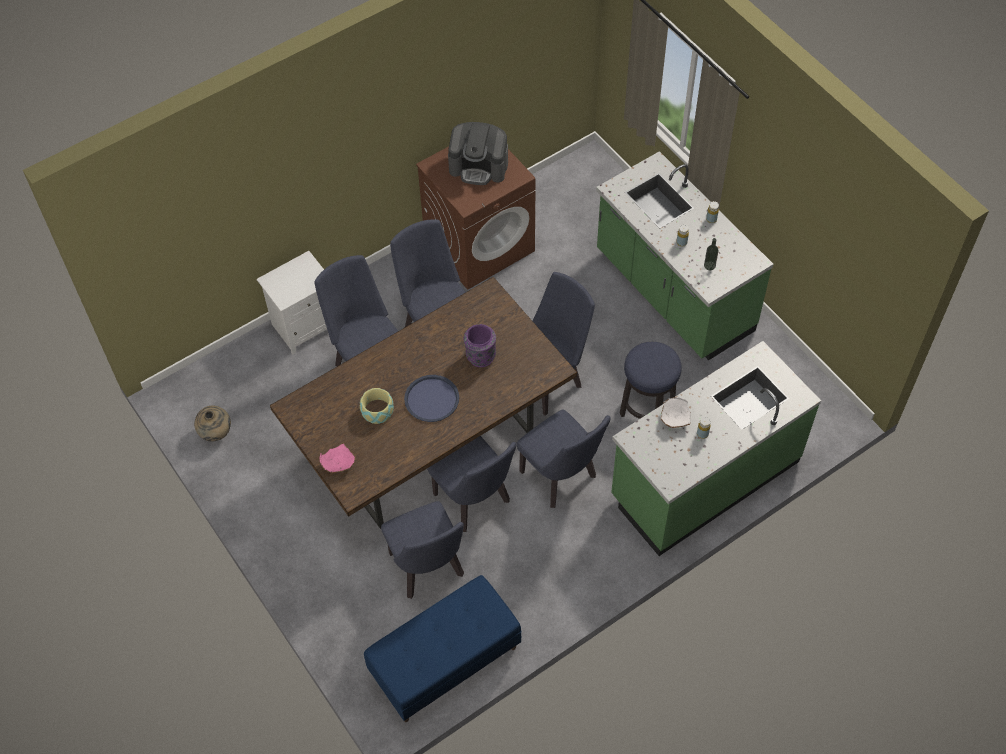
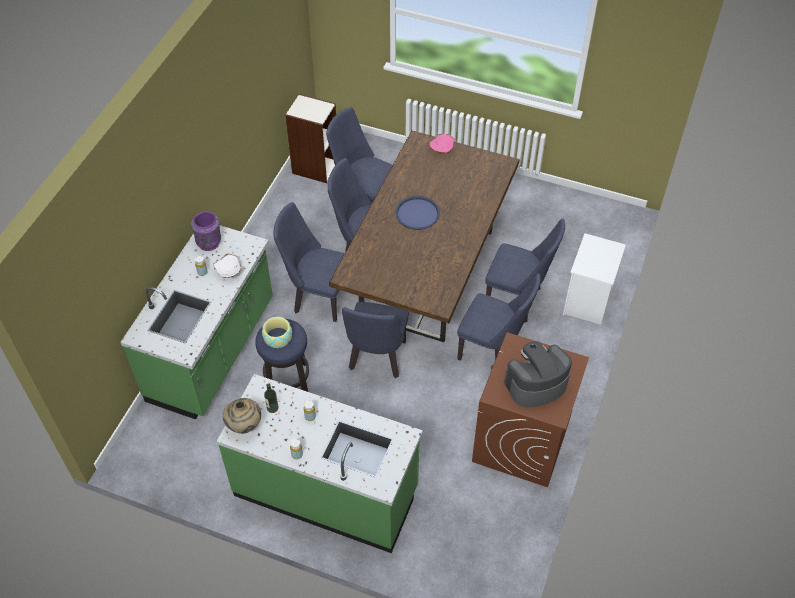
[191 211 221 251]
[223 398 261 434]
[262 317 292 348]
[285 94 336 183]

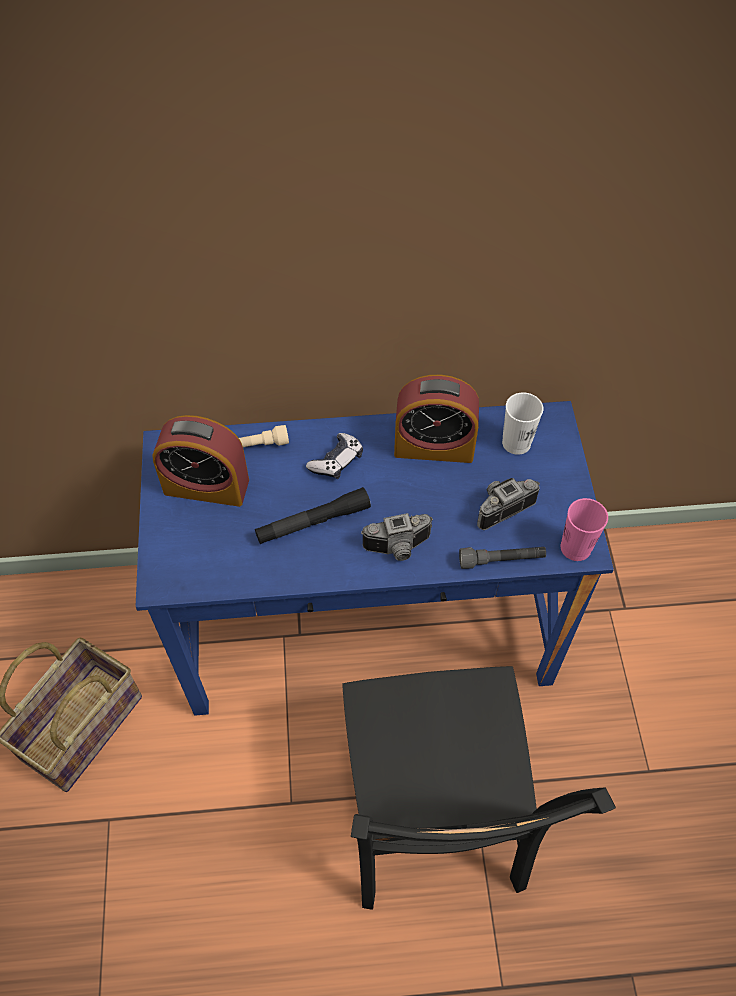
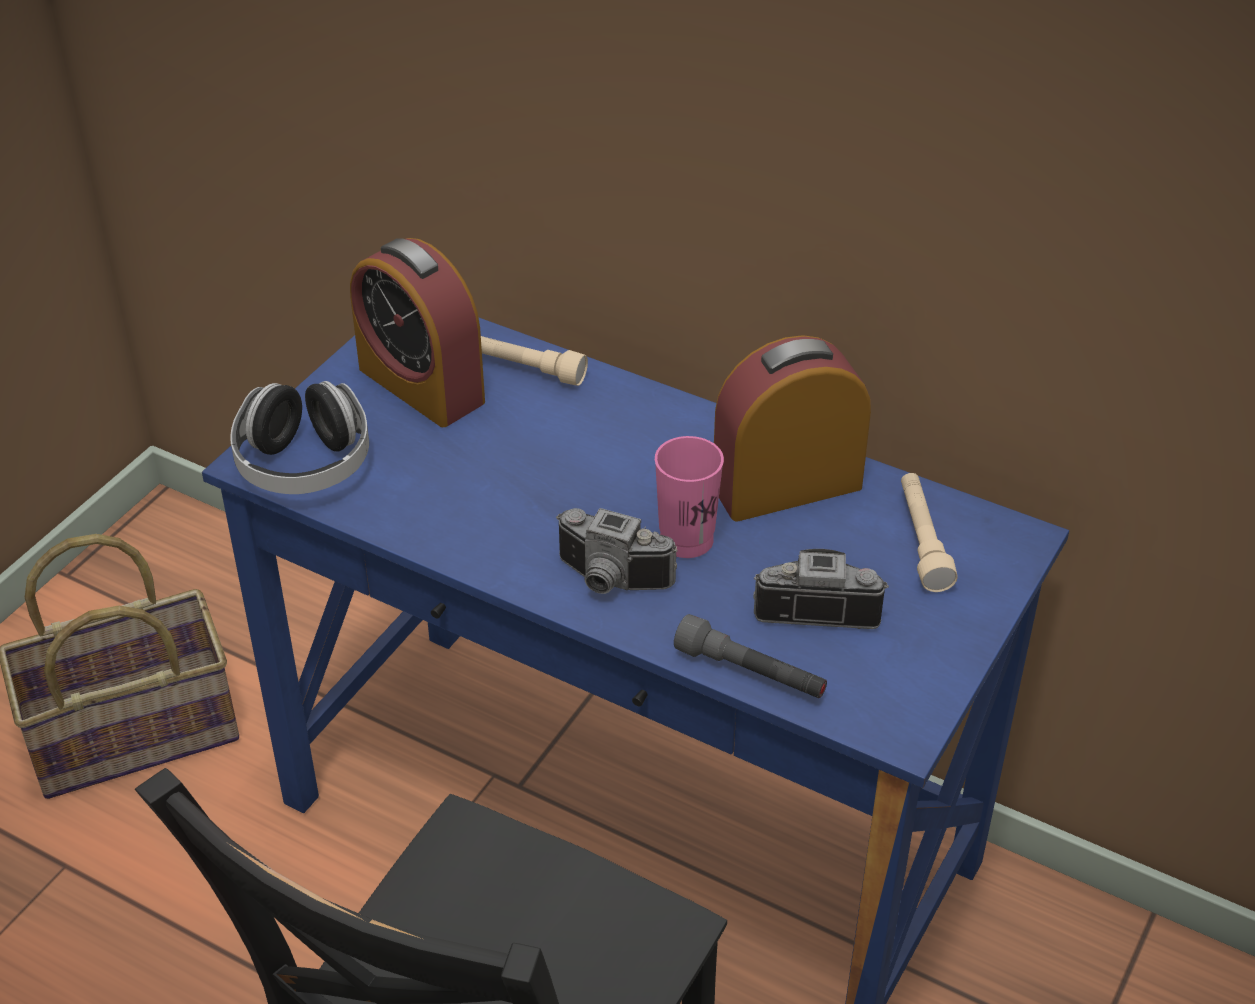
[230 381 369 494]
[655 436 724 558]
[714 335 871 522]
[901 473 958 592]
[255 487 371 544] (first image)
[306 433 363 479] (first image)

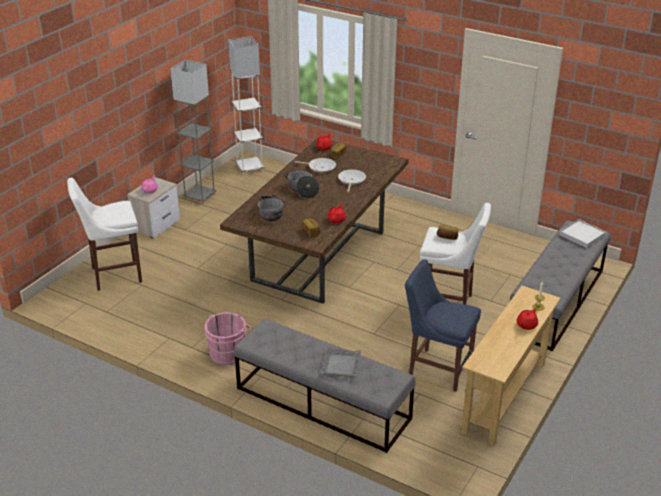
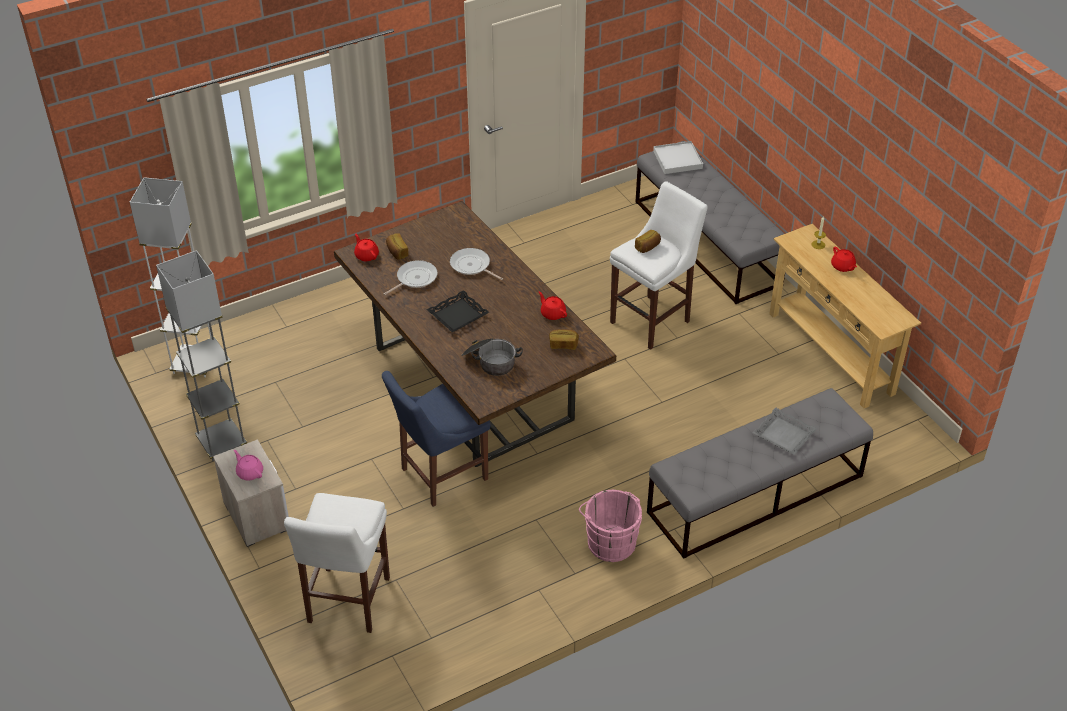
[382 371 491 507]
[427 290 489 332]

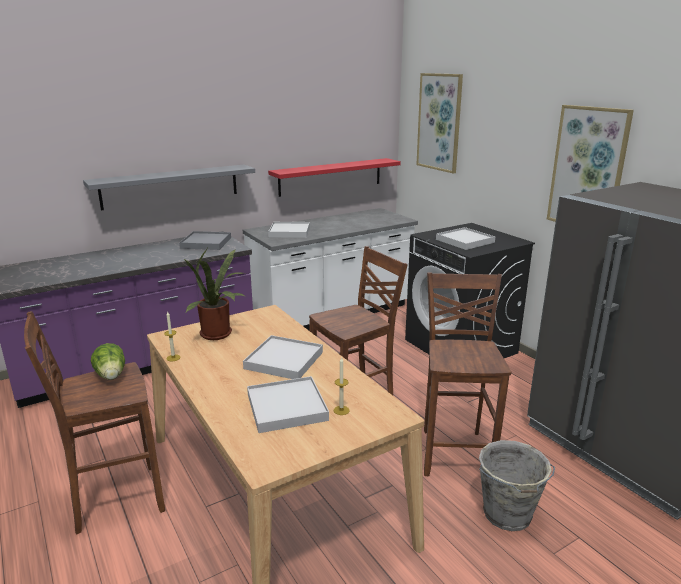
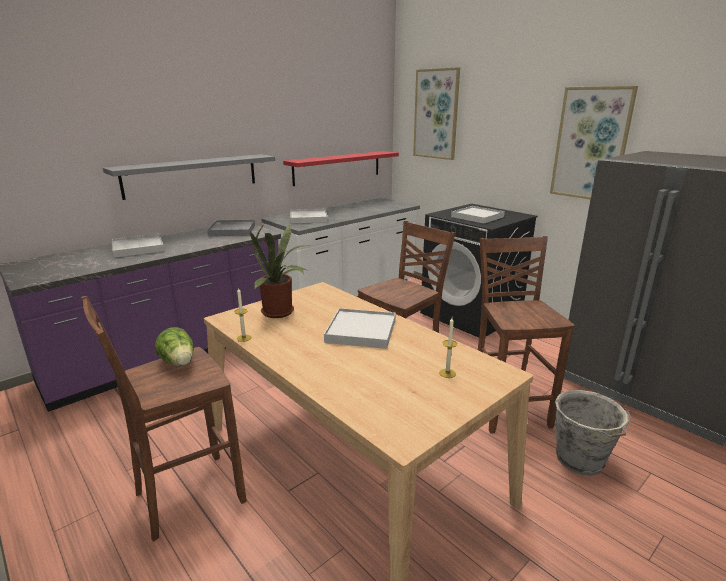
[112 234 164 258]

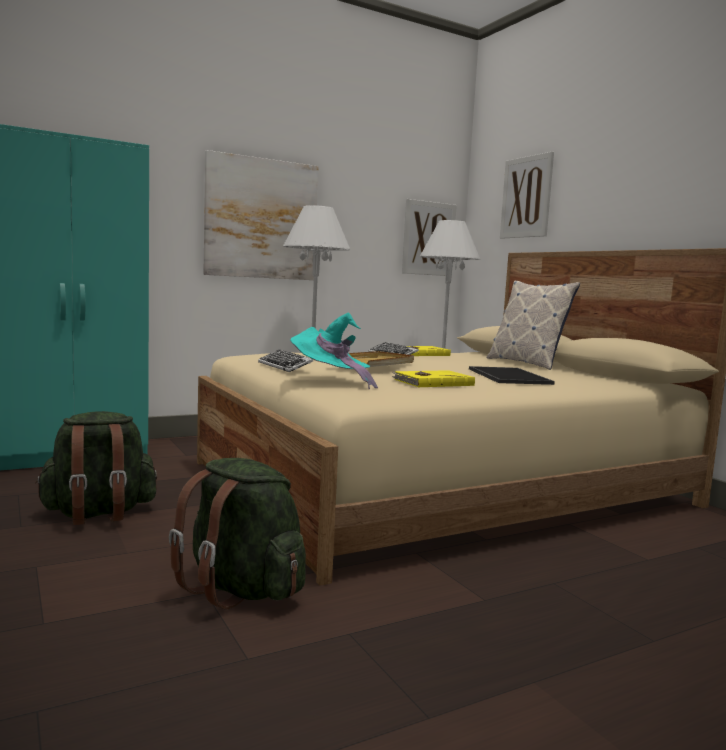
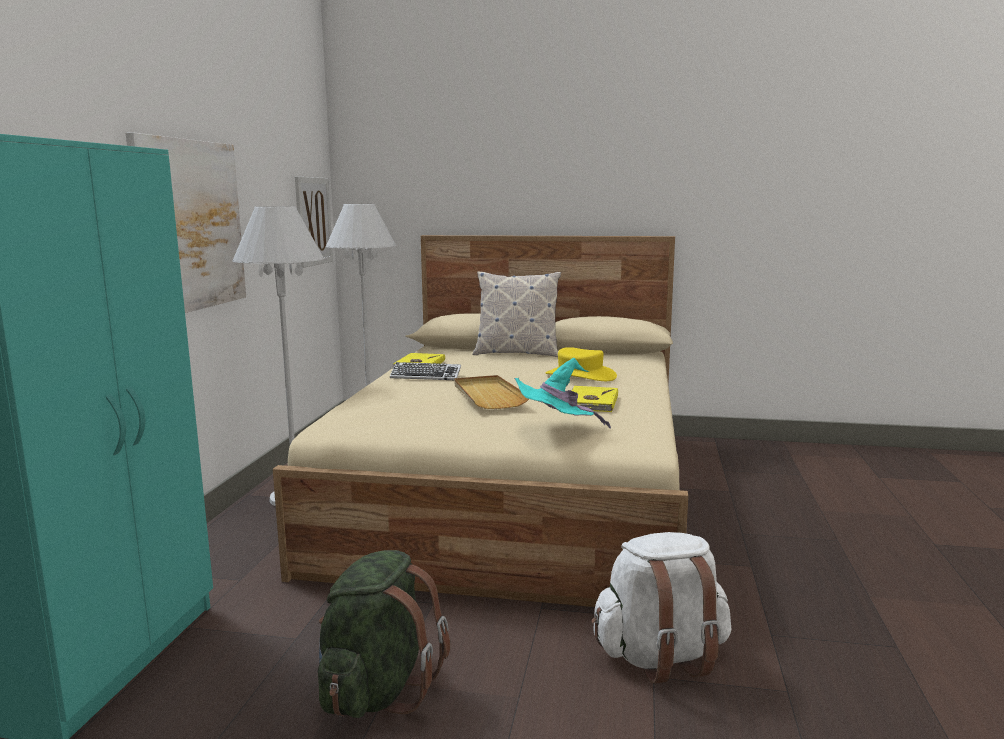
[545 347 617 381]
[591 532 731 684]
[258 350 313 372] (first image)
[500 152 554 239] (first image)

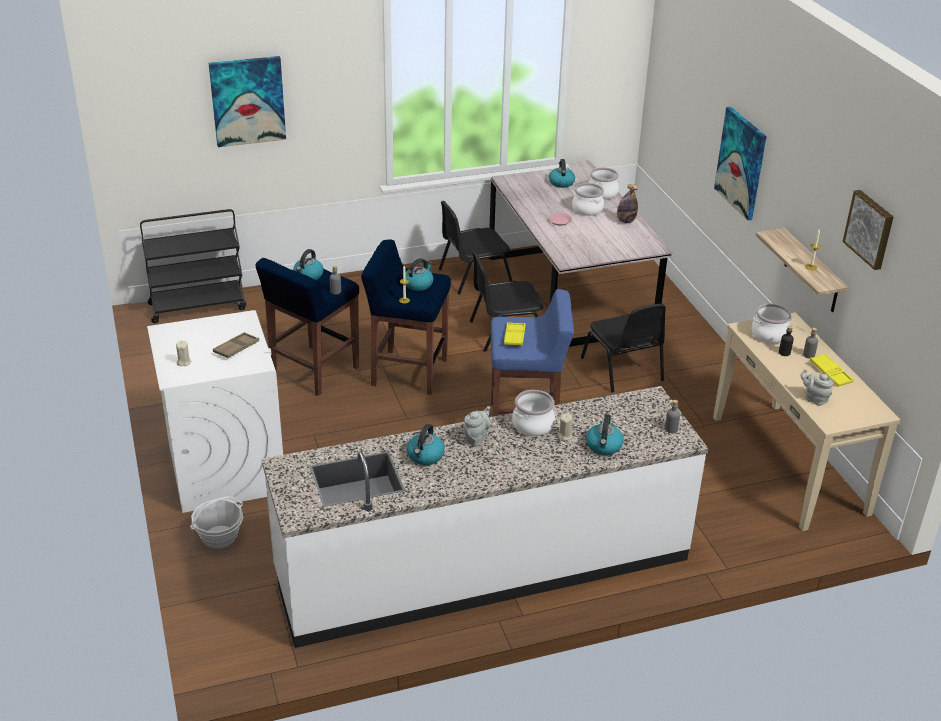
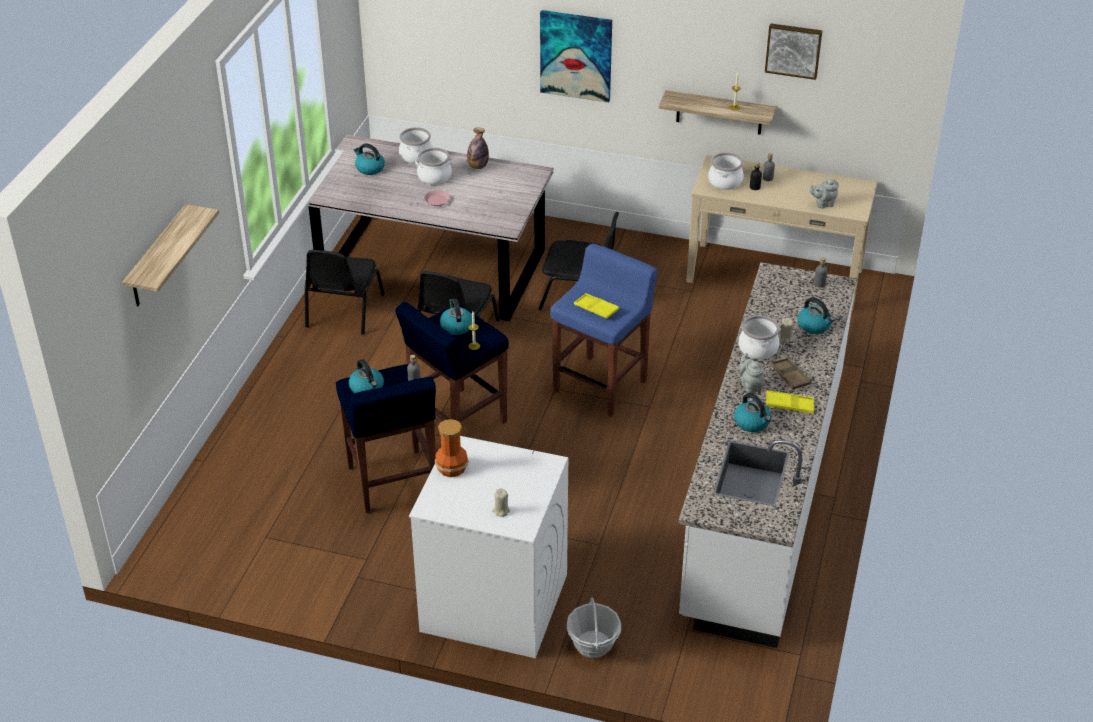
[123 204 219 306]
[435 419 469 477]
[766 390 814 414]
[770 357 811 389]
[140 209 246 323] (first image)

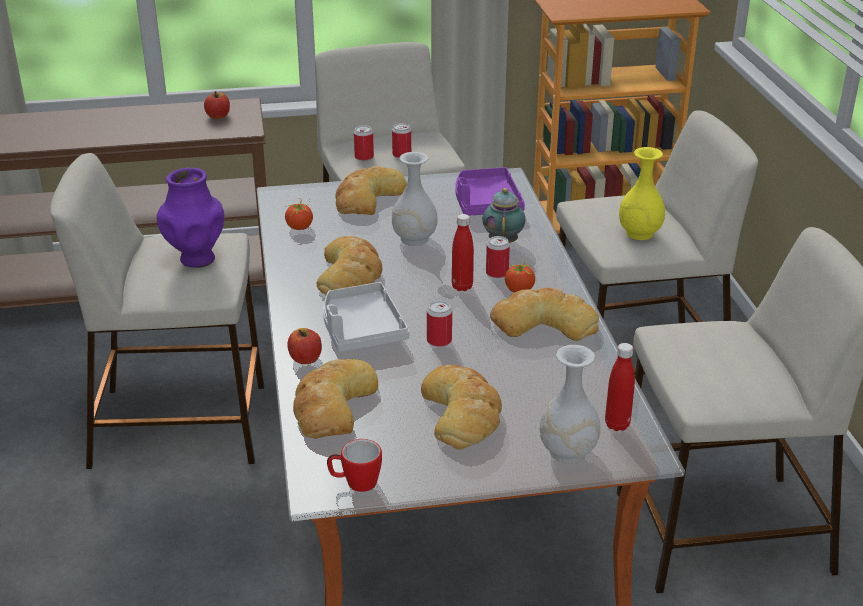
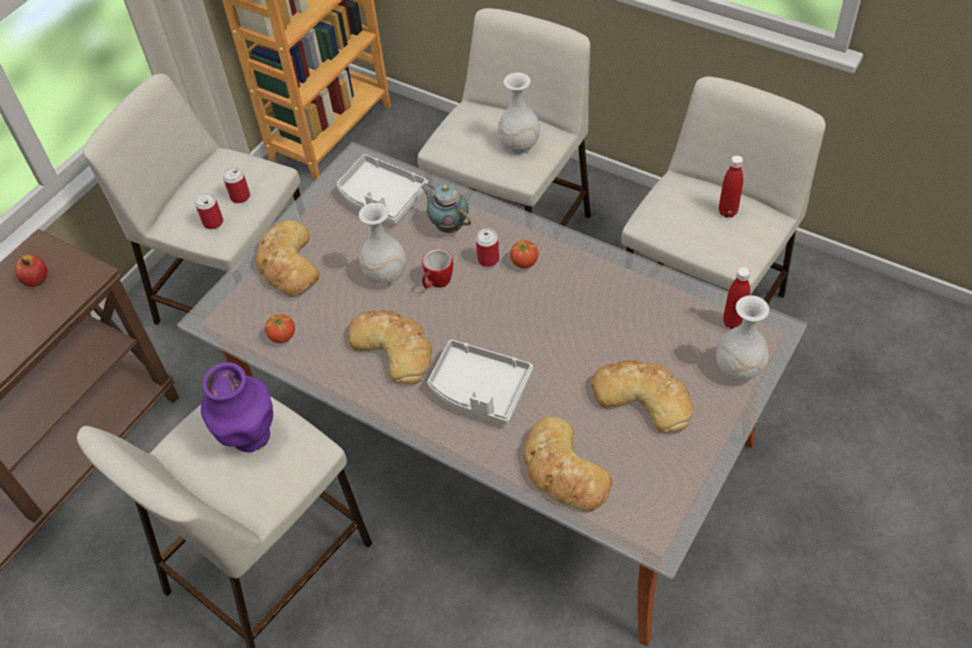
[337 154 428 224]
[422 249 453 288]
[498 73 540 154]
[719 155 743 218]
[287 328 322 364] (first image)
[427 301 452 347] (first image)
[490 287 599 341] (first image)

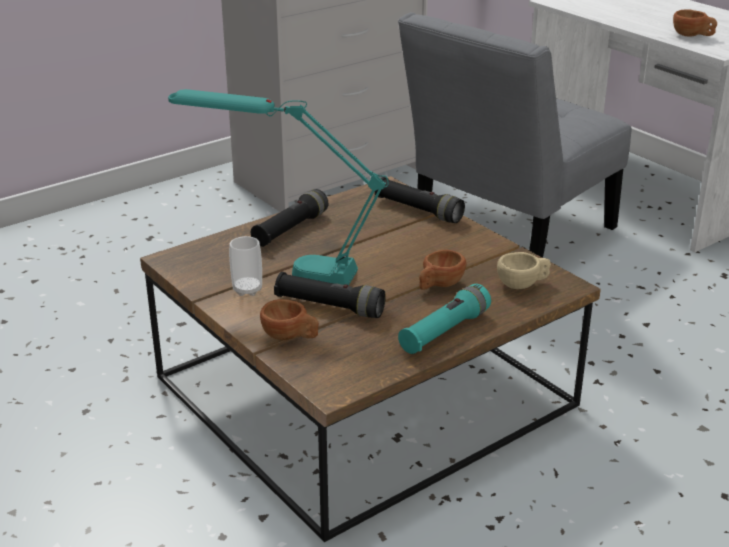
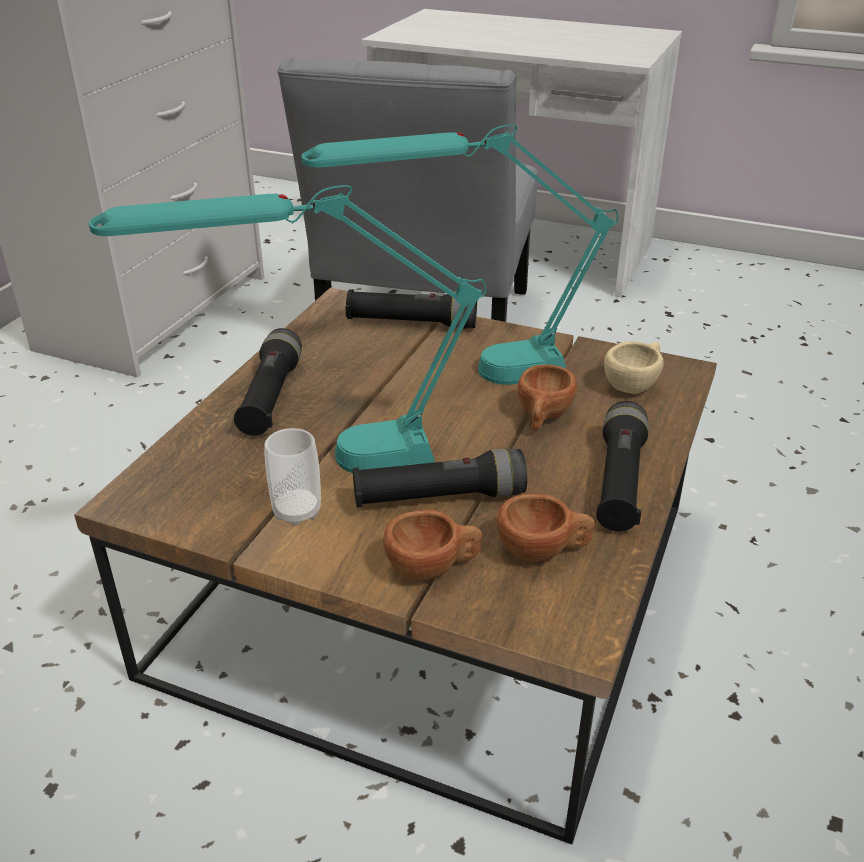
[301 125 618 385]
[497 494 595 561]
[596 401 649 532]

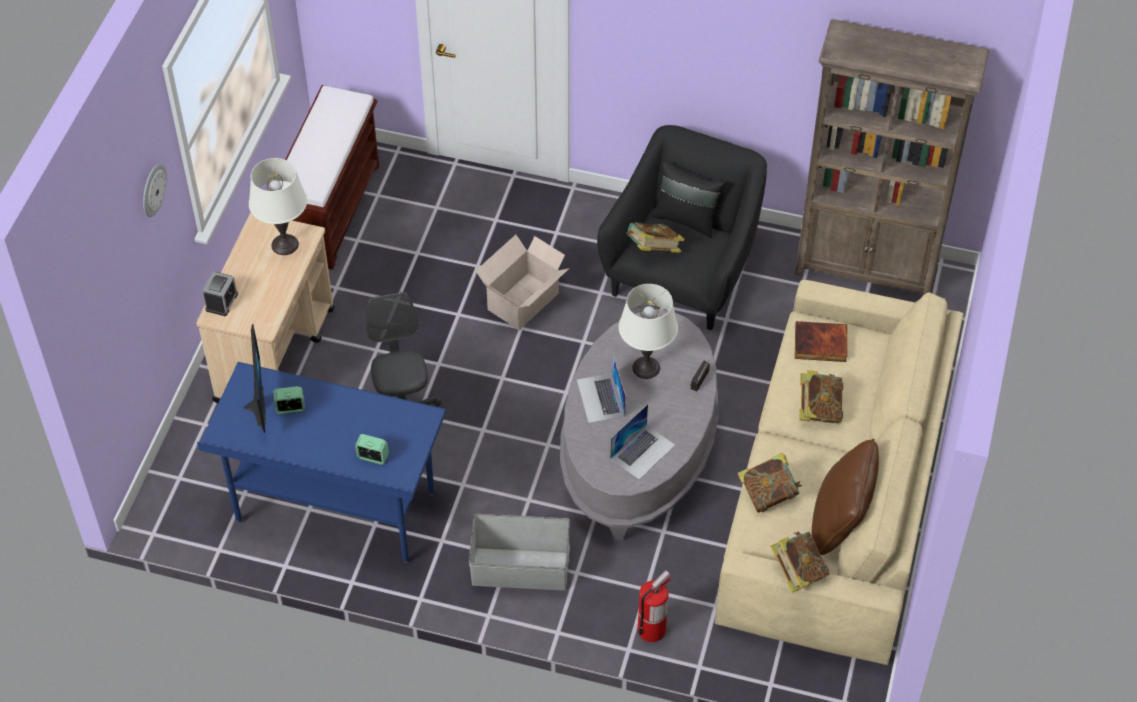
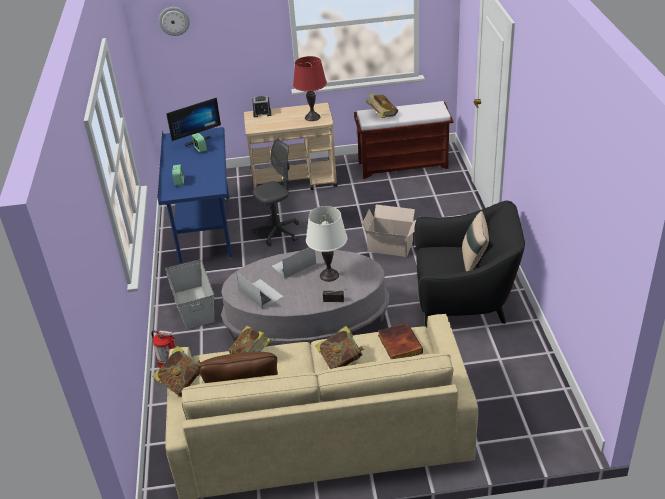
[159 7 190 36]
[237 272 284 309]
[293 56 327 121]
[366 94 398 118]
[462 211 489 271]
[795 19 989 295] (first image)

